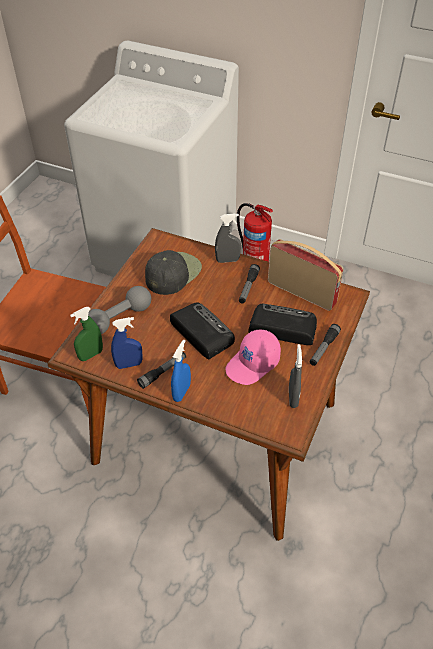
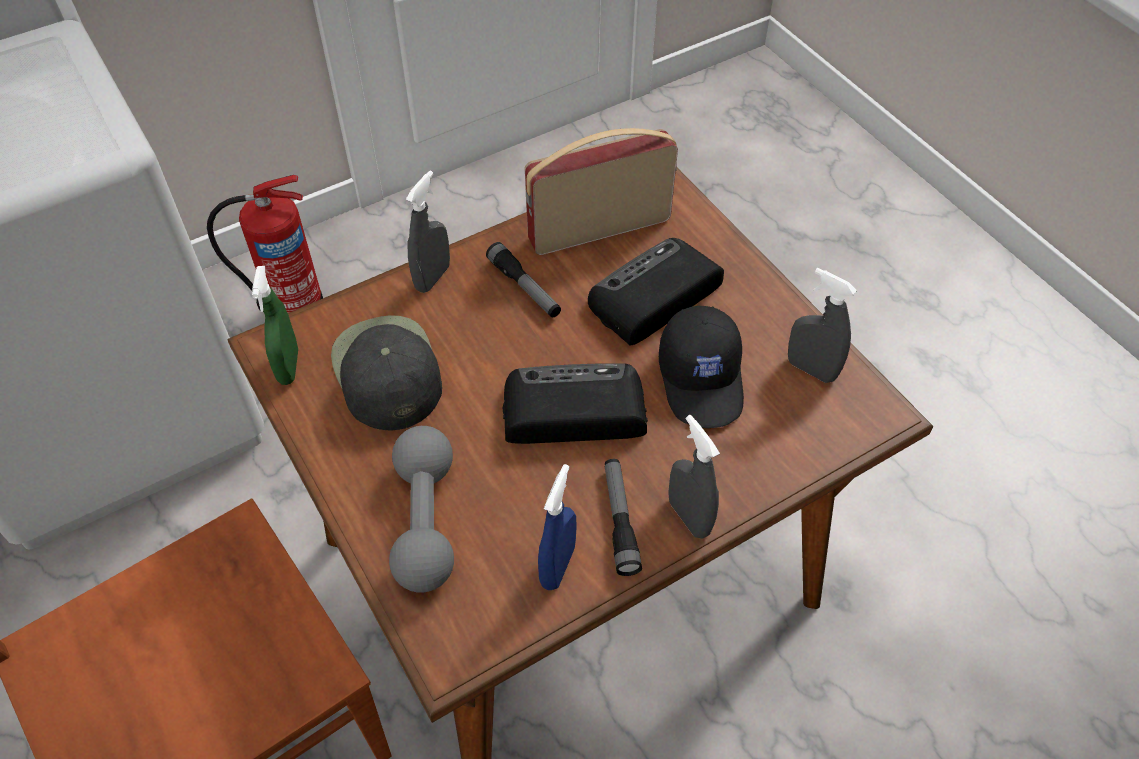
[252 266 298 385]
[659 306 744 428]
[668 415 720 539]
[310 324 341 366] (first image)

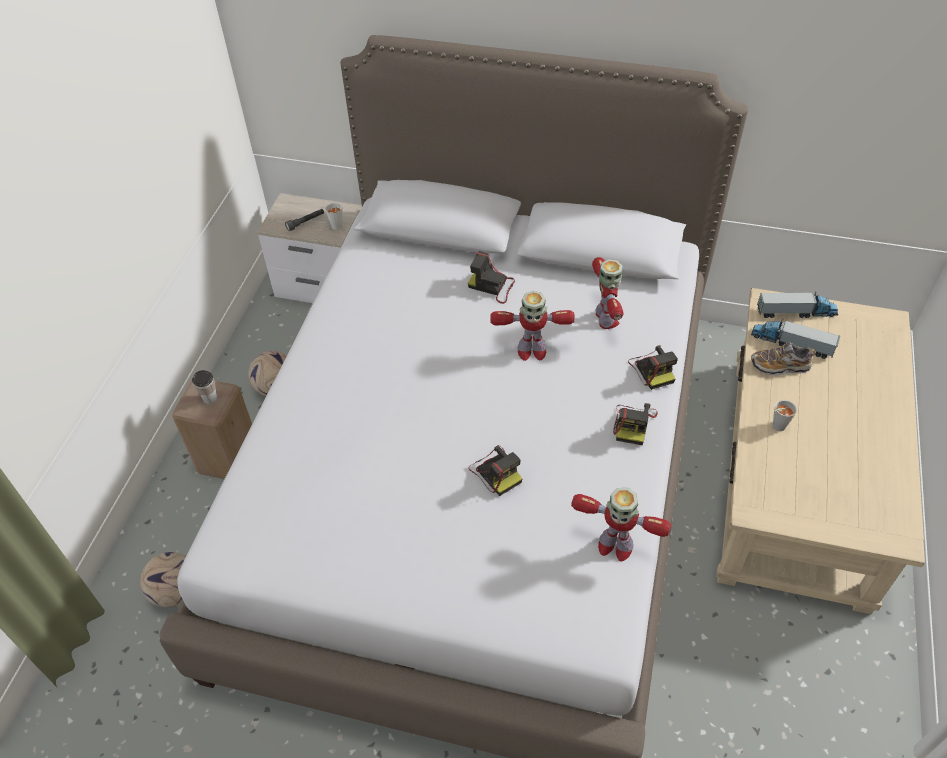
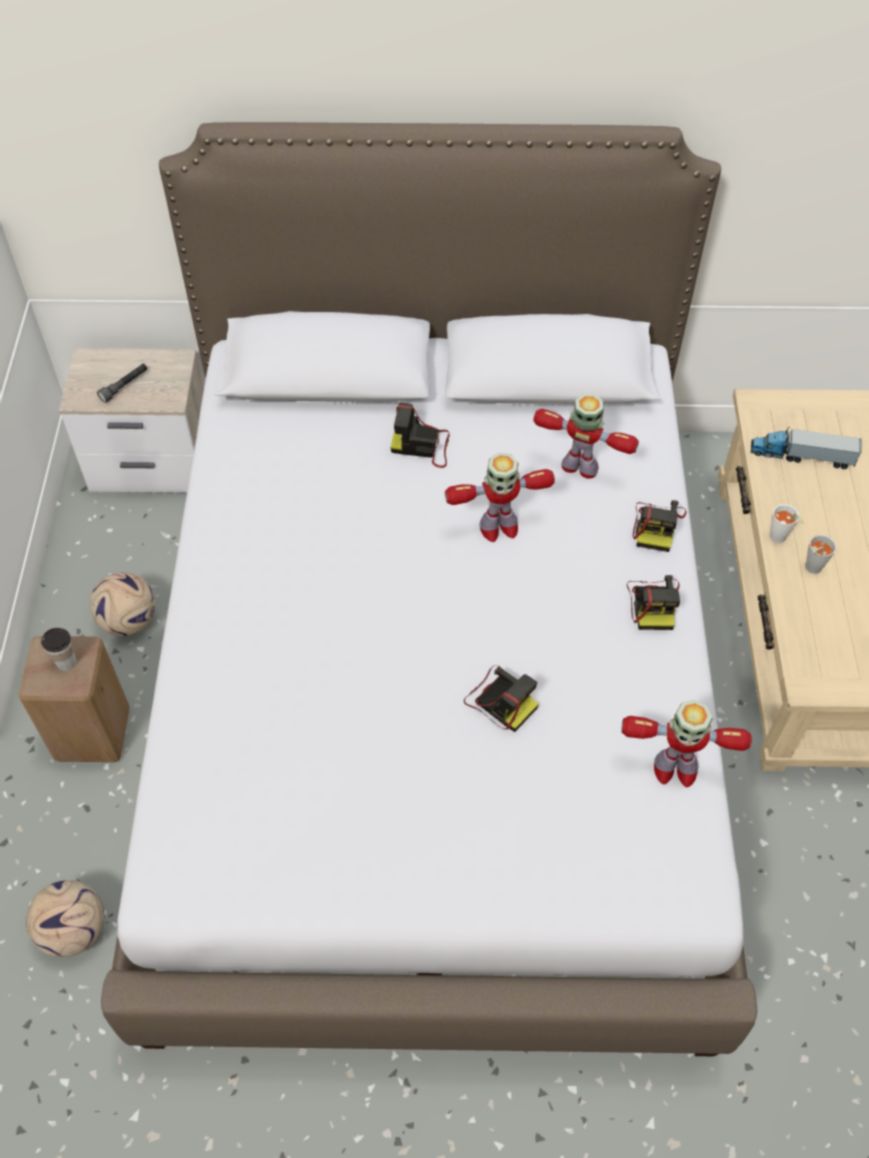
[533 394 639 479]
[633 500 687 552]
[770 504 804 543]
[751 342 816 375] (first image)
[757 291 838 318] (first image)

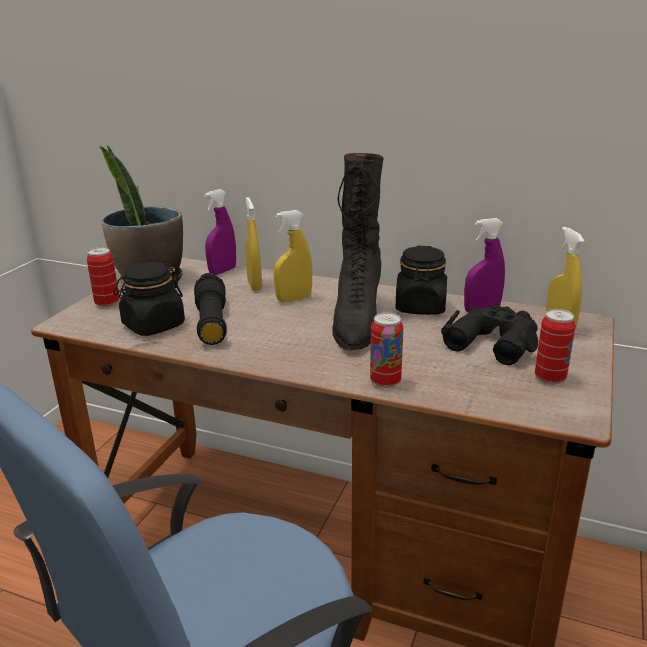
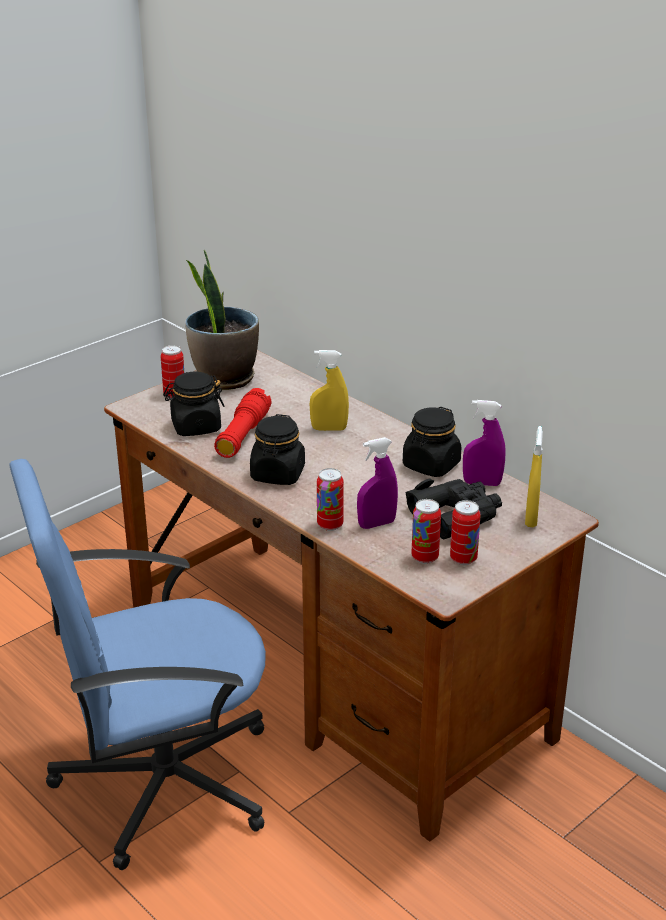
[214 388 272 458]
[250 414 305 485]
[357 437 398 529]
[411 499 441 564]
[246 197 262 291] (first image)
[332 153 384 351] (first image)

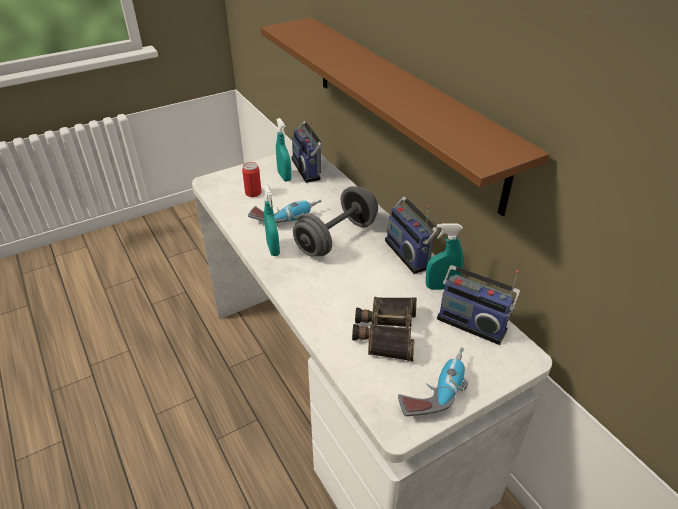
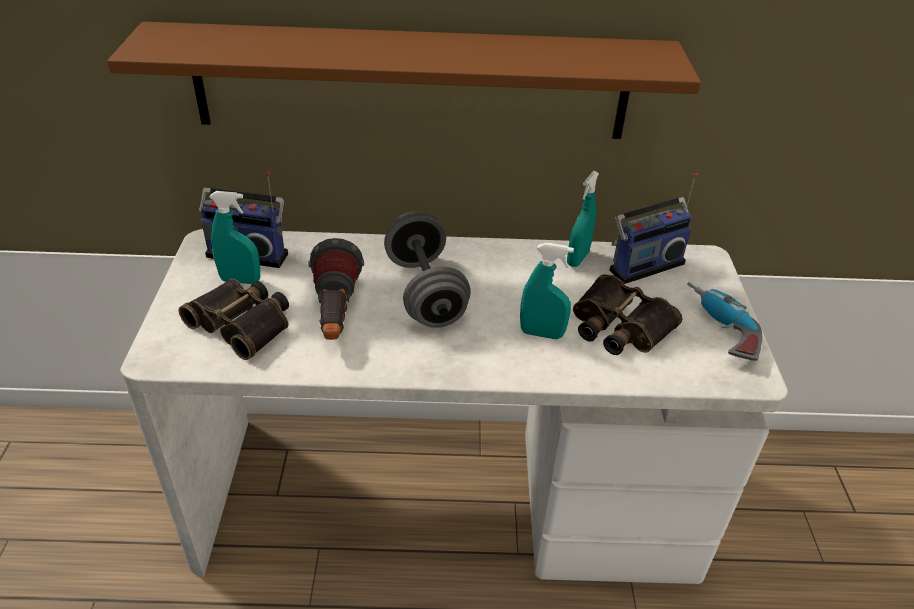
[178 278 289 360]
[308 238 364 340]
[520 243 574 339]
[385 196 439 274] (first image)

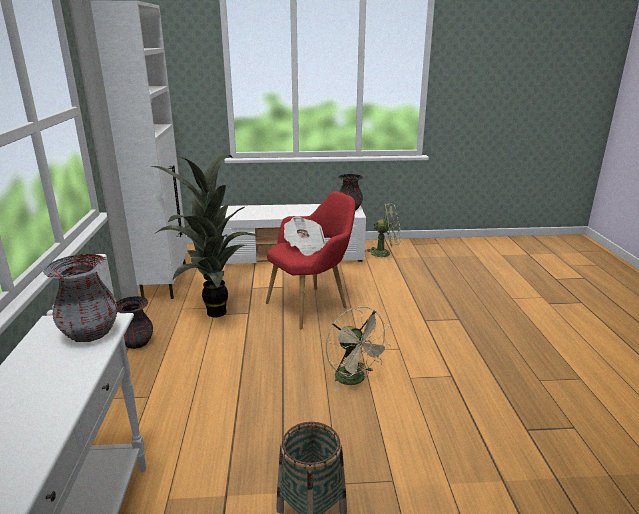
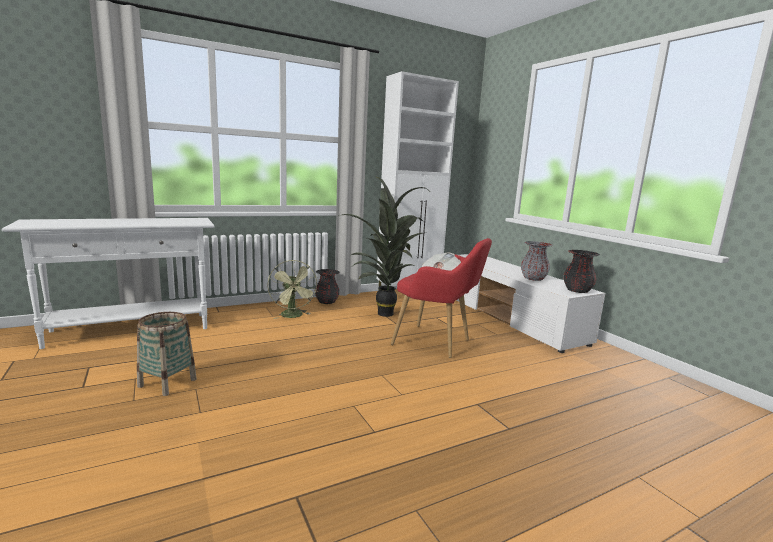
[267 260 318 319]
[521 241 553 281]
[326 306 391 392] (first image)

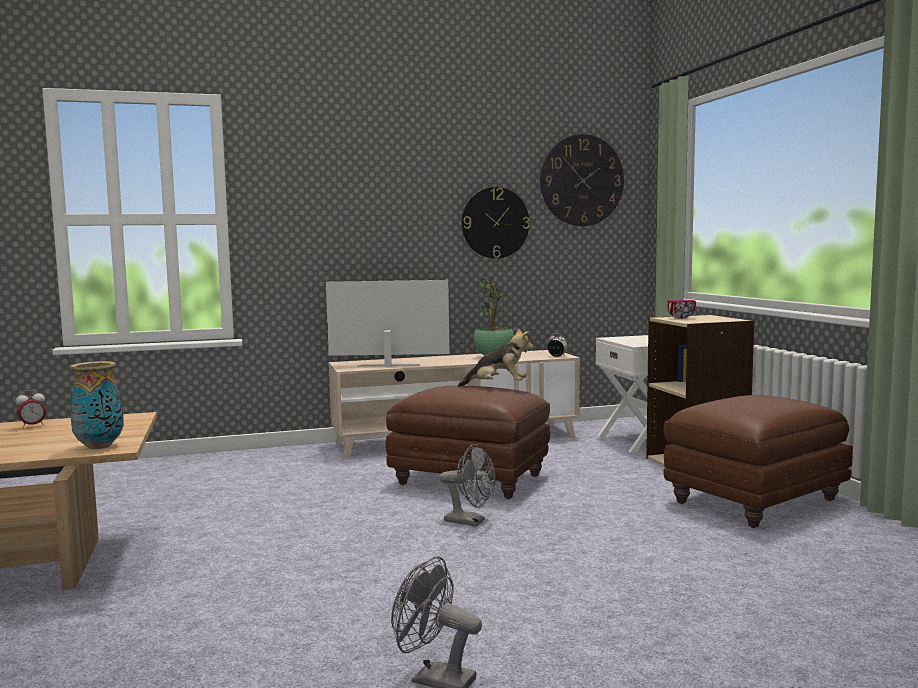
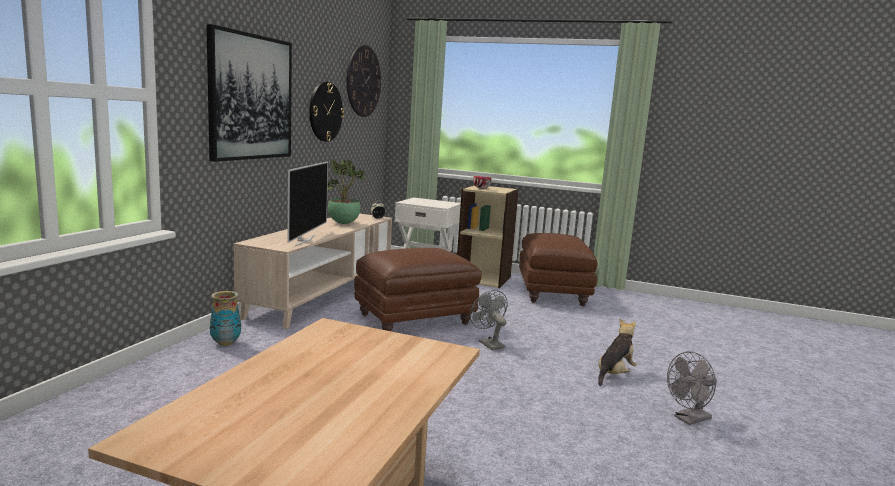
[206 24 292 162]
[210 291 241 346]
[288 162 328 246]
[470 290 508 351]
[598 319 637 386]
[16 390 46 429] (first image)

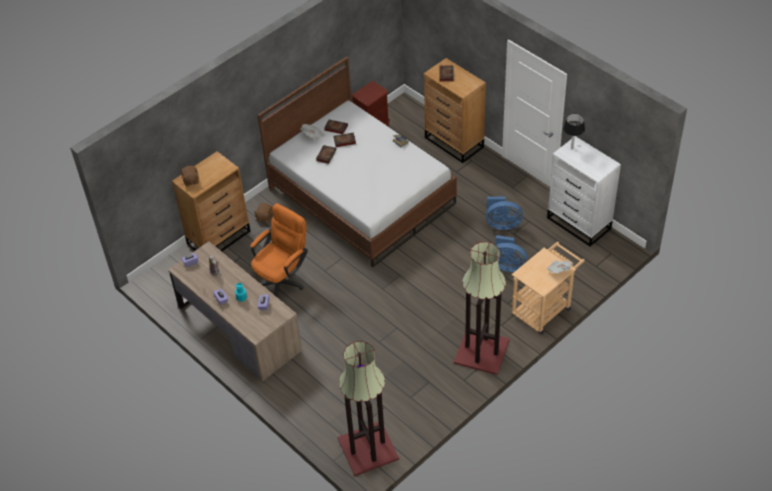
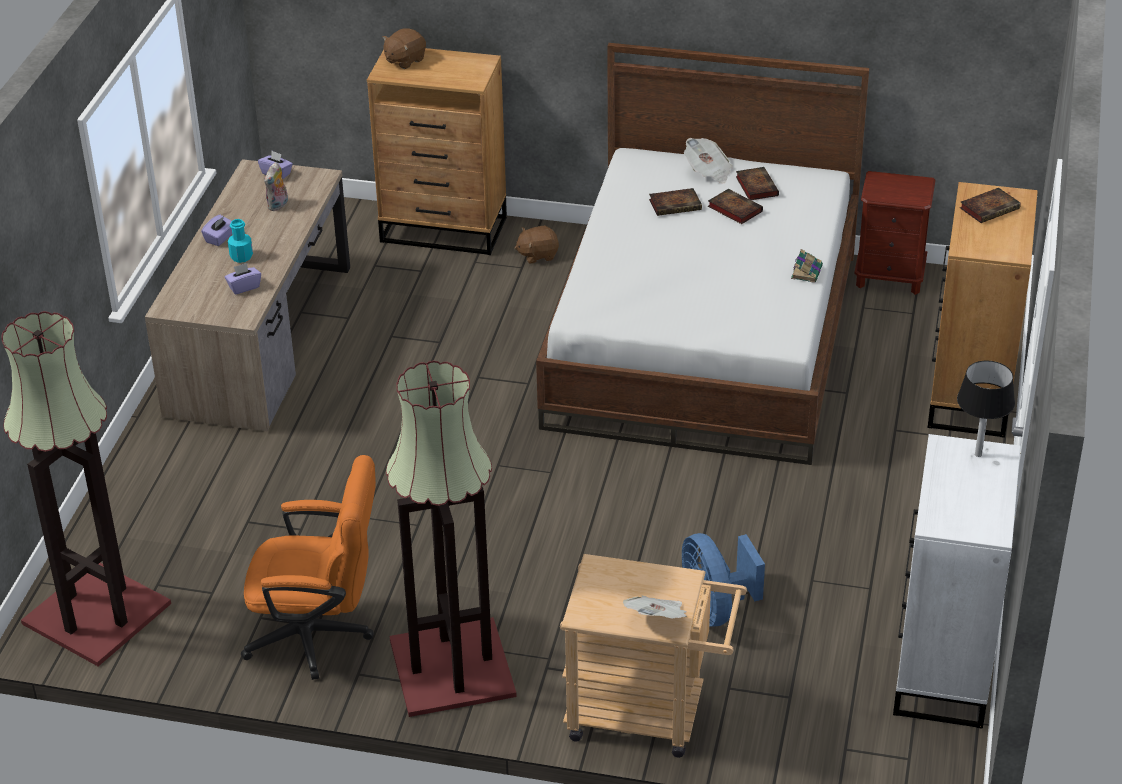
[241 455 376 680]
[486 197 523 230] (first image)

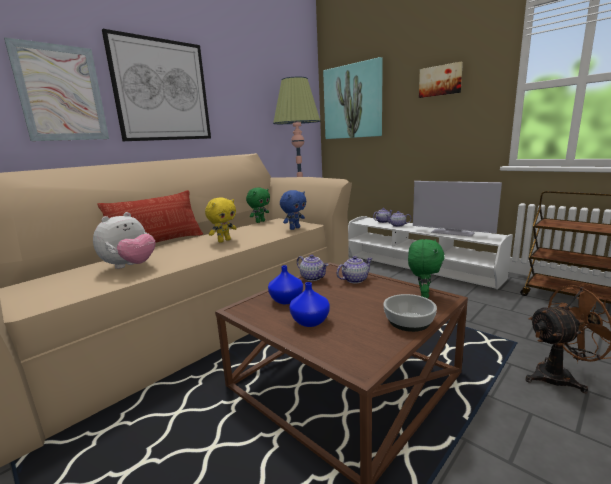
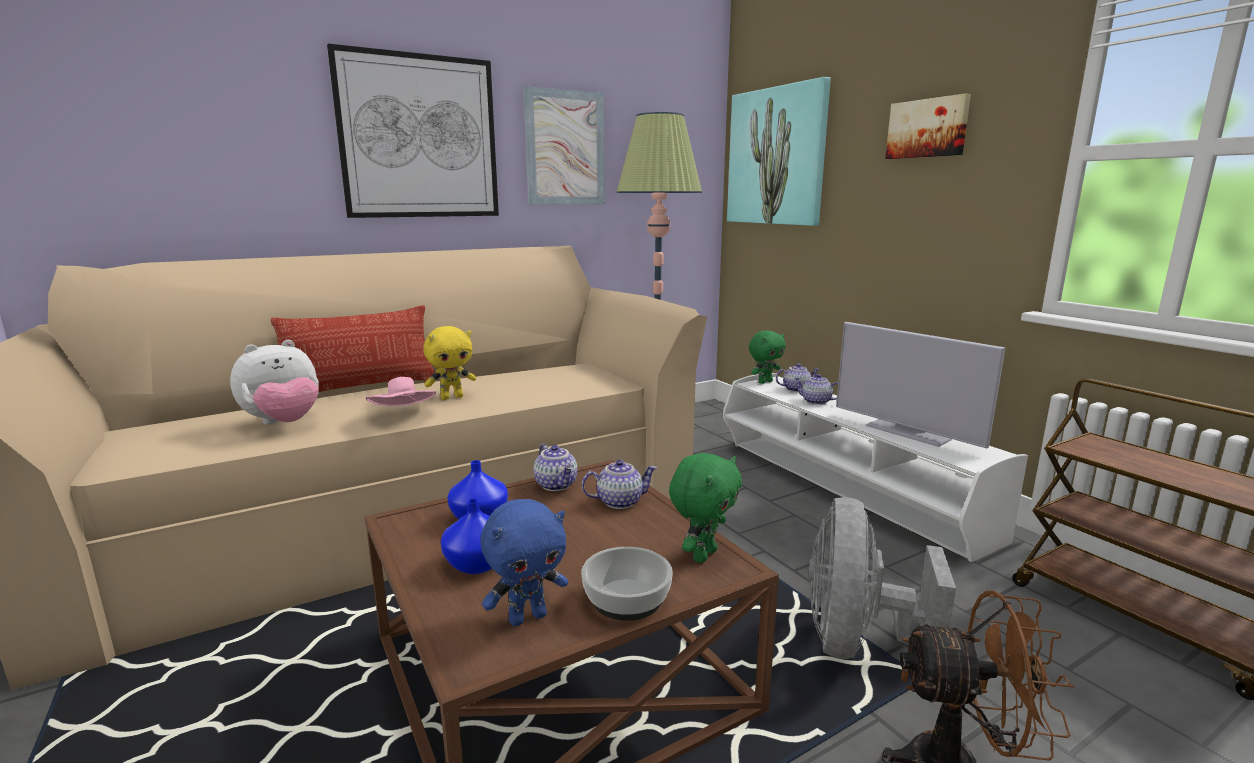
[366 377 436 406]
[480 499 568 626]
[524 86 605 205]
[749 331 786 384]
[808 497 956 659]

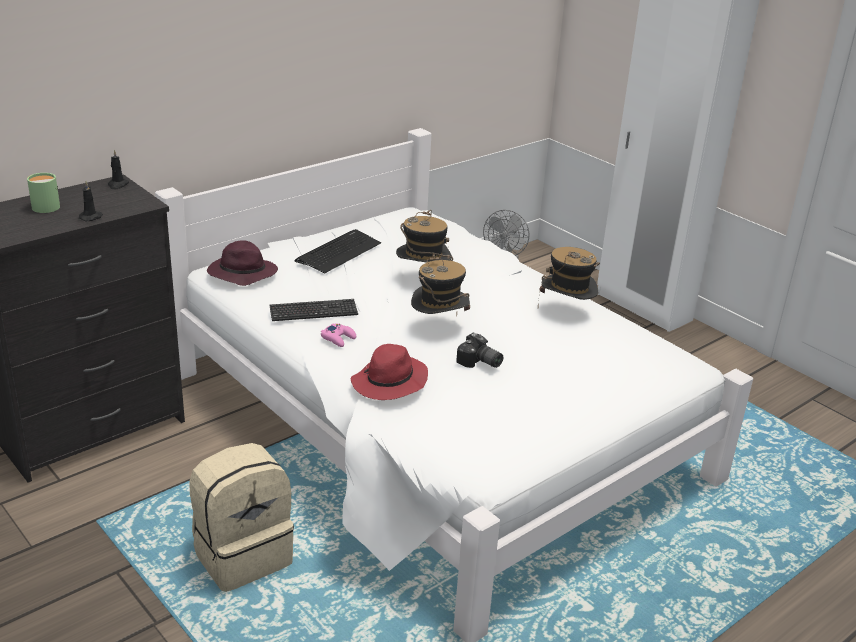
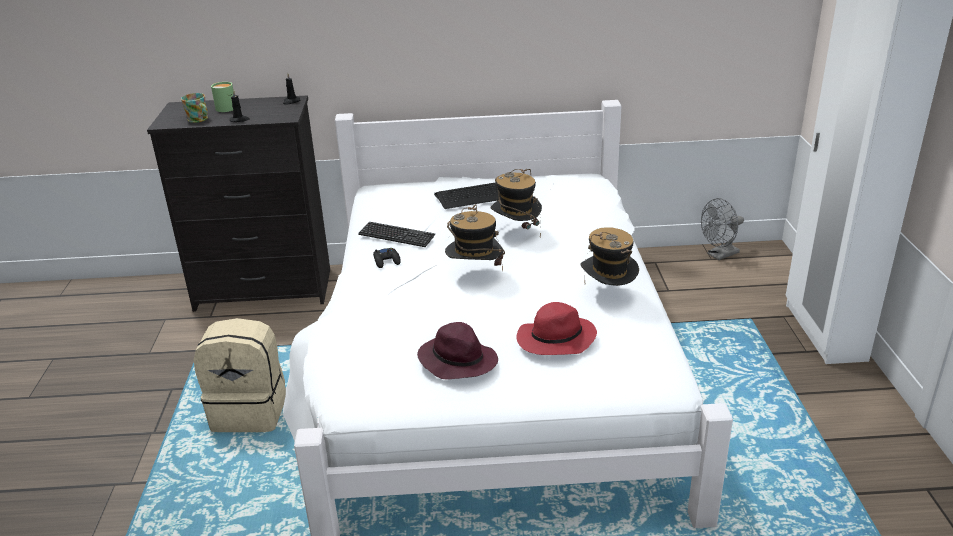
[181 93 208 123]
[373 248 401 268]
[417 322 498 380]
[517 302 597 355]
[456 333 503 368] (first image)

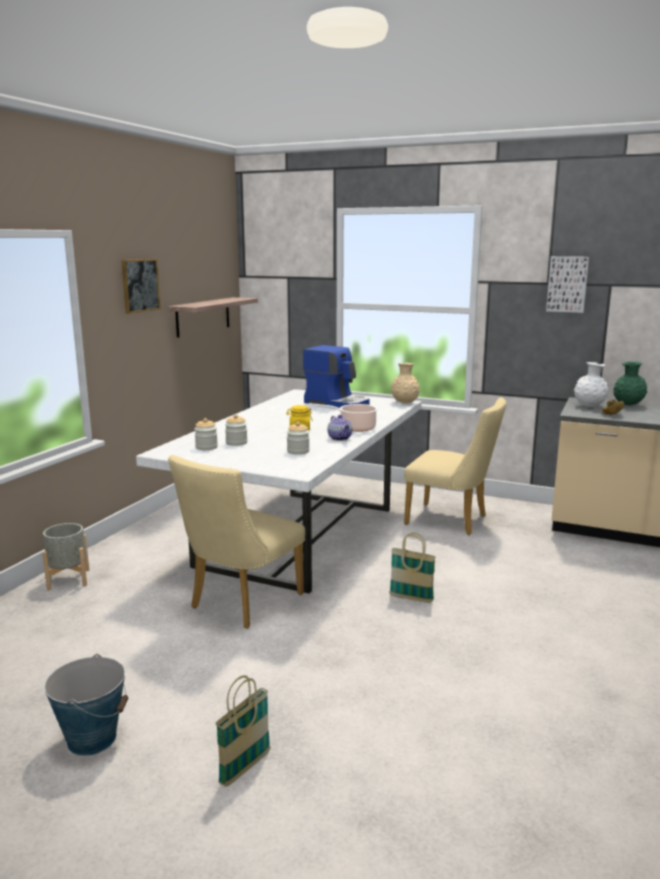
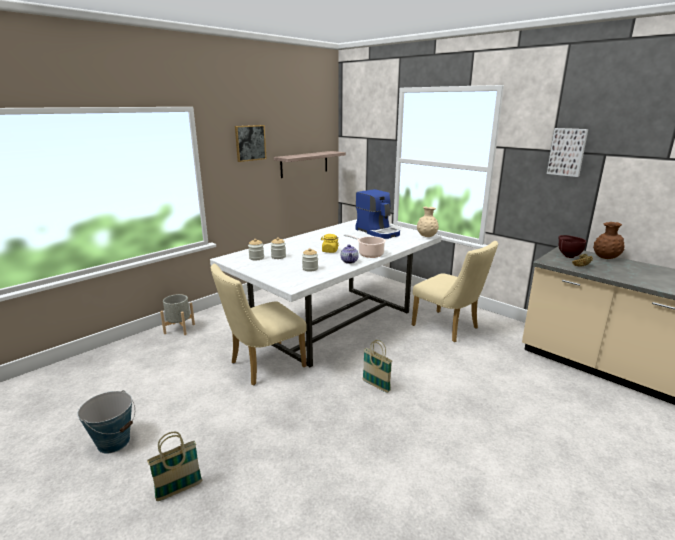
[558 235 586 258]
[593 222 625 259]

